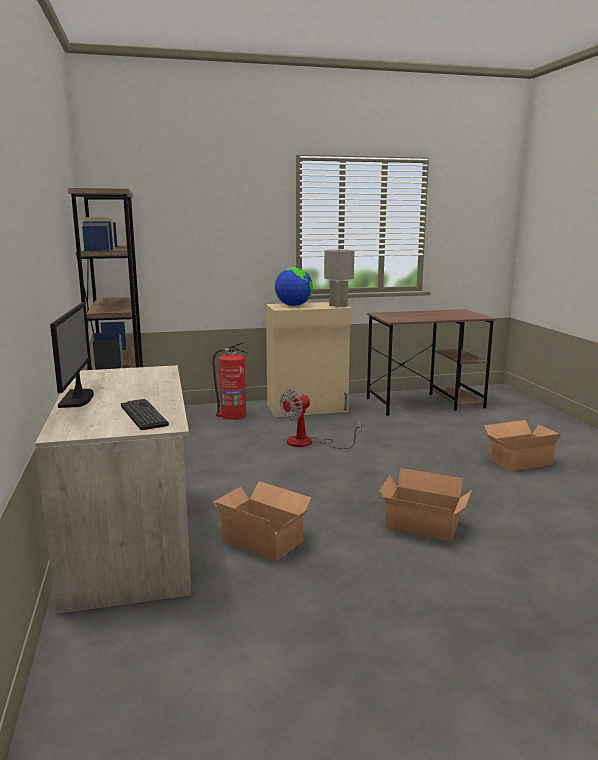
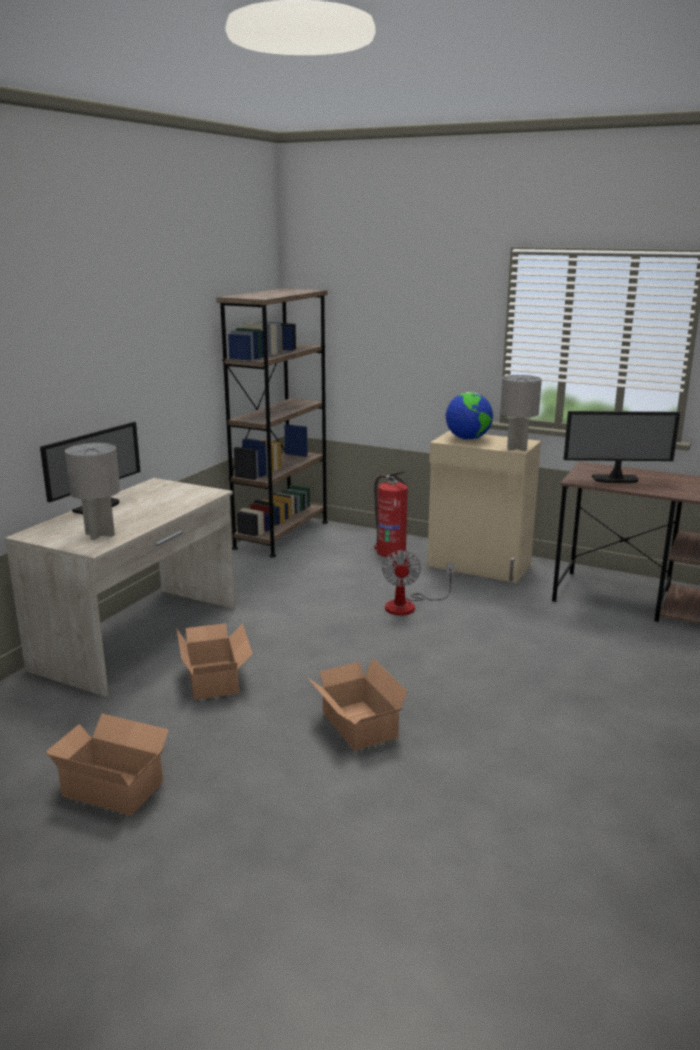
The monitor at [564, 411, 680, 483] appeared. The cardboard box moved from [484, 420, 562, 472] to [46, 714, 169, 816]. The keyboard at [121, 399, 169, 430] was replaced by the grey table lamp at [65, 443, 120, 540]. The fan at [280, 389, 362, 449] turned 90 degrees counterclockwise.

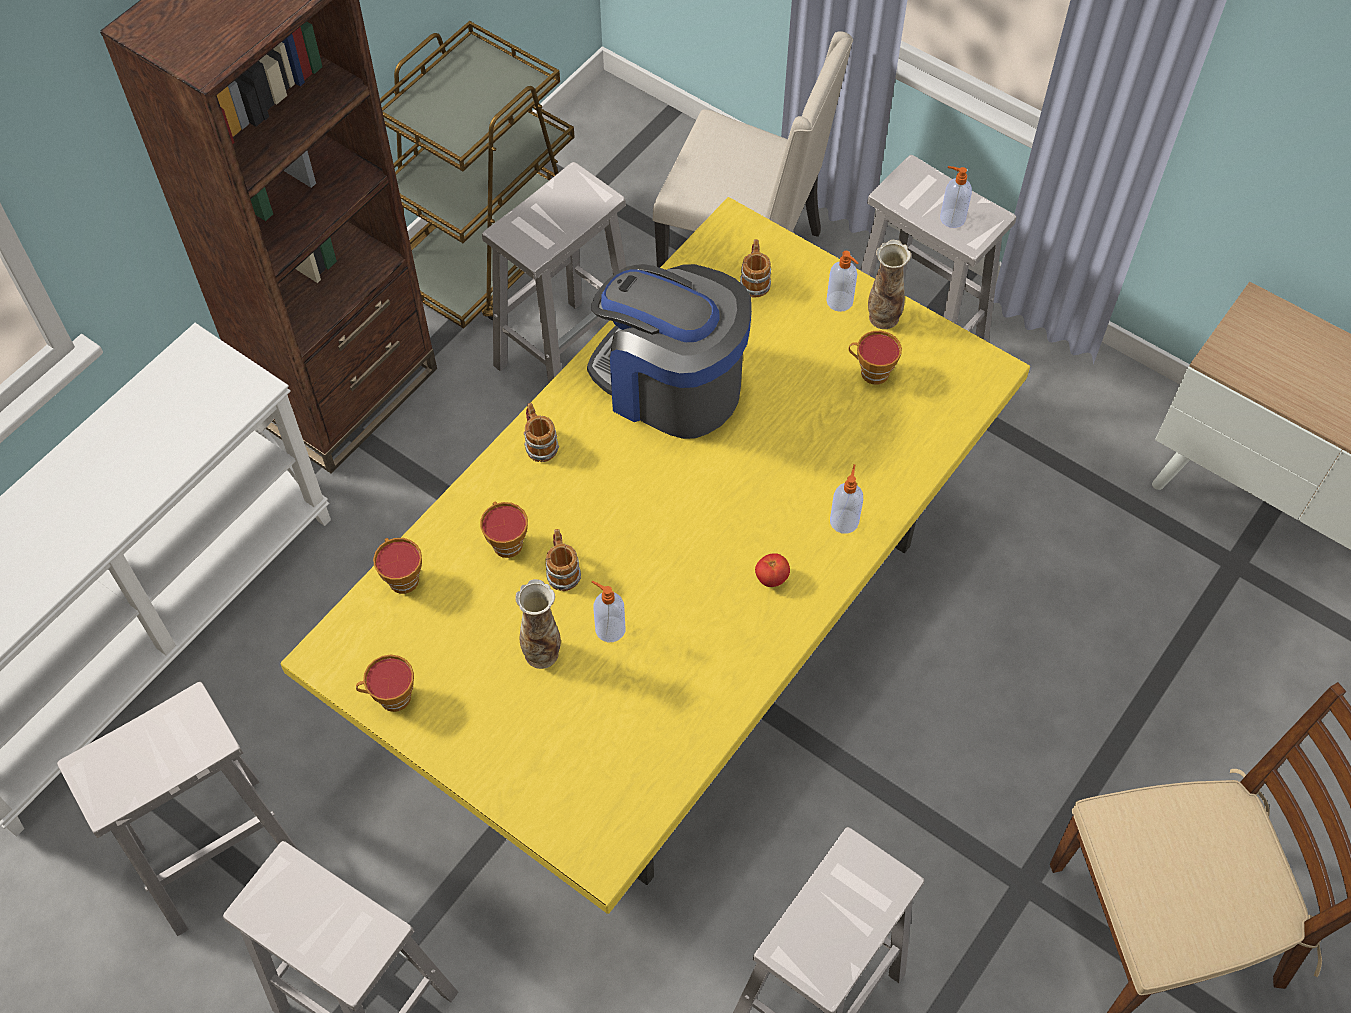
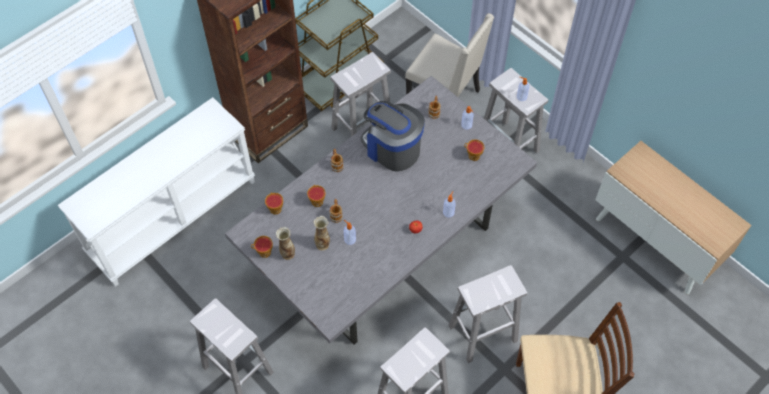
The white stool moved from [57, 682, 300, 936] to [448, 265, 527, 363]. The vase moved from [868, 240, 911, 329] to [276, 227, 295, 260]. The yellow dining table at [280, 197, 1030, 914] became the grey dining table at [225, 76, 537, 345].

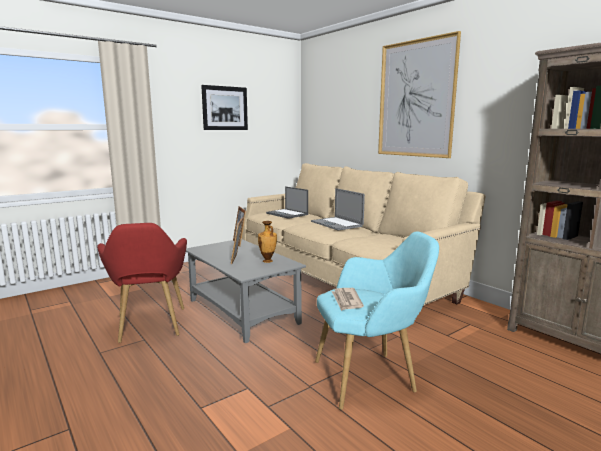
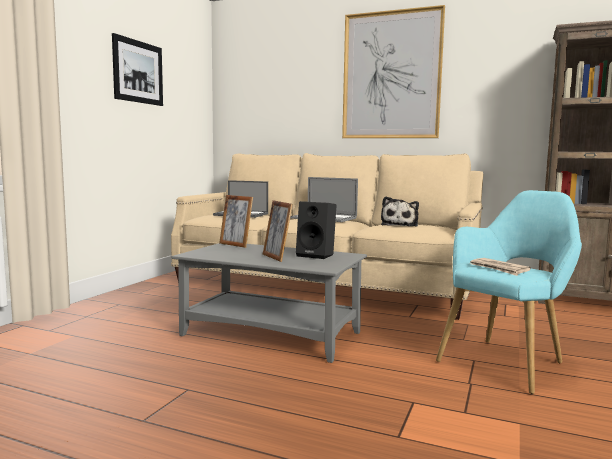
The red armchair at [97, 223, 187, 343] disappeared. The plush toy at [381, 196, 419, 227] appeared. The vase at [258, 221, 277, 263] was replaced by the black speaker at [296, 201, 337, 259].

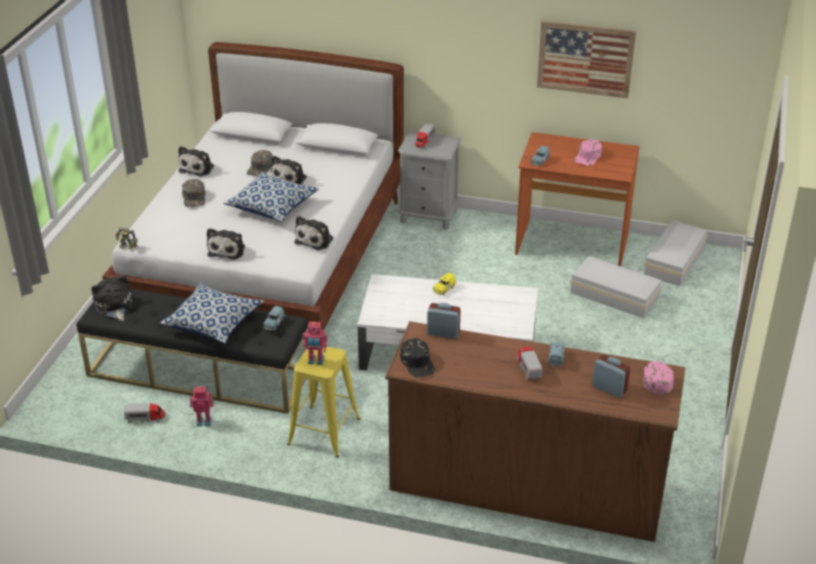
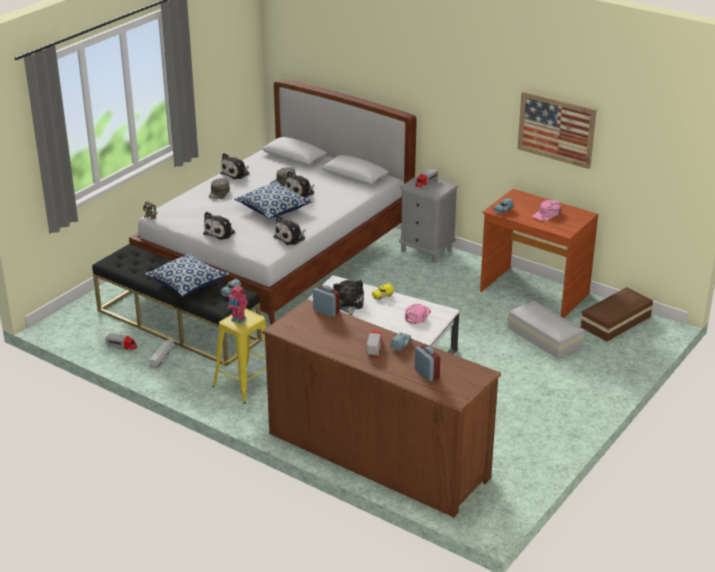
The black cap at [400, 338, 435, 377] disappeared. The plush toy moved from [91, 275, 133, 321] to [333, 280, 364, 316]. The pink cap moved from [643, 361, 674, 395] to [405, 304, 431, 324]. The toy robot at [190, 386, 214, 426] was replaced by the toy truck at [150, 339, 174, 369]. The white storage box at [644, 220, 708, 286] became the brown storage box at [581, 287, 653, 341].

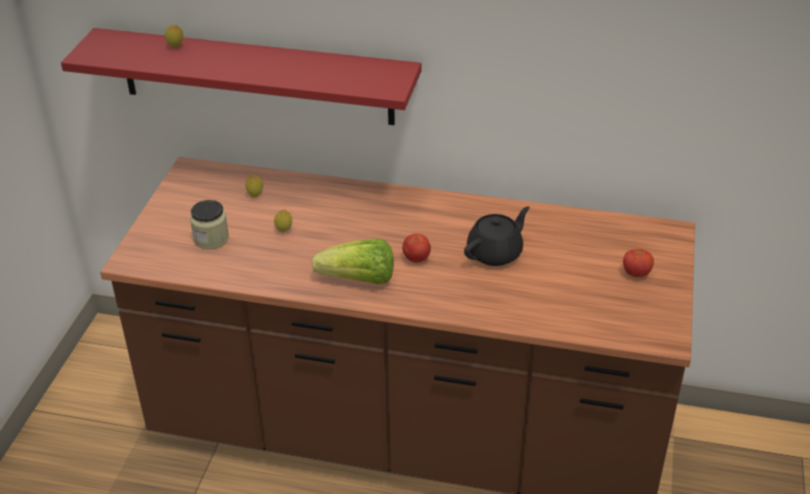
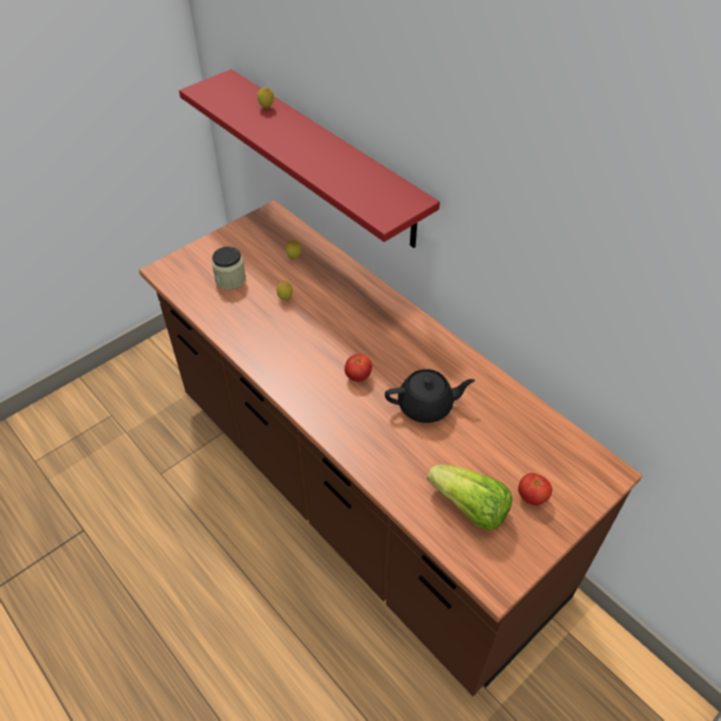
The lettuce moved from [312, 239, 393, 284] to [427, 465, 512, 530].

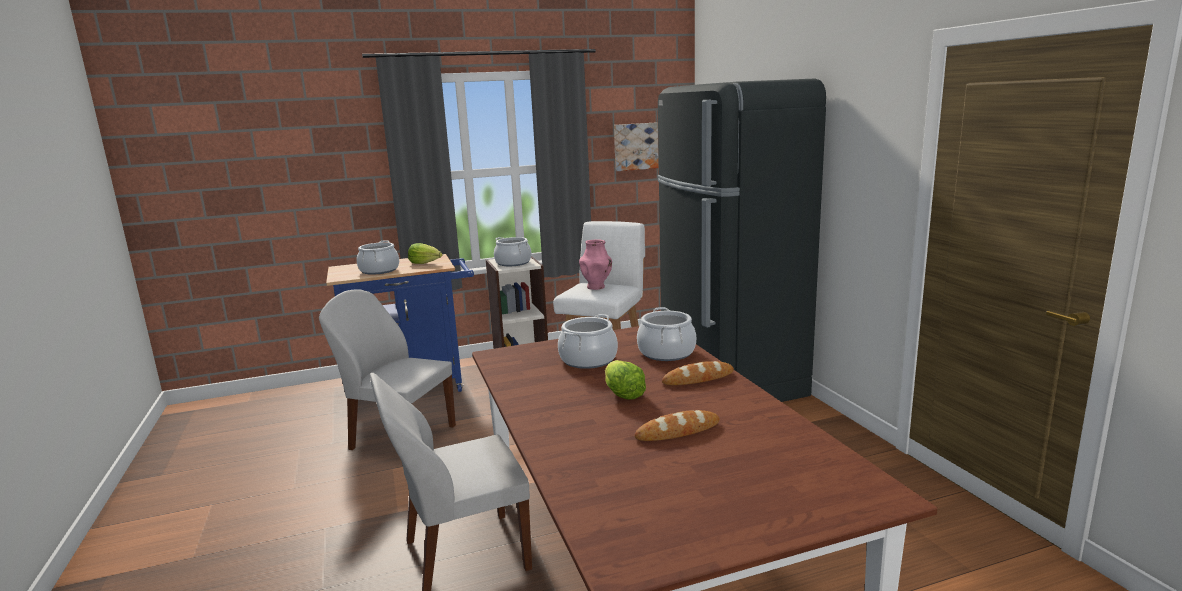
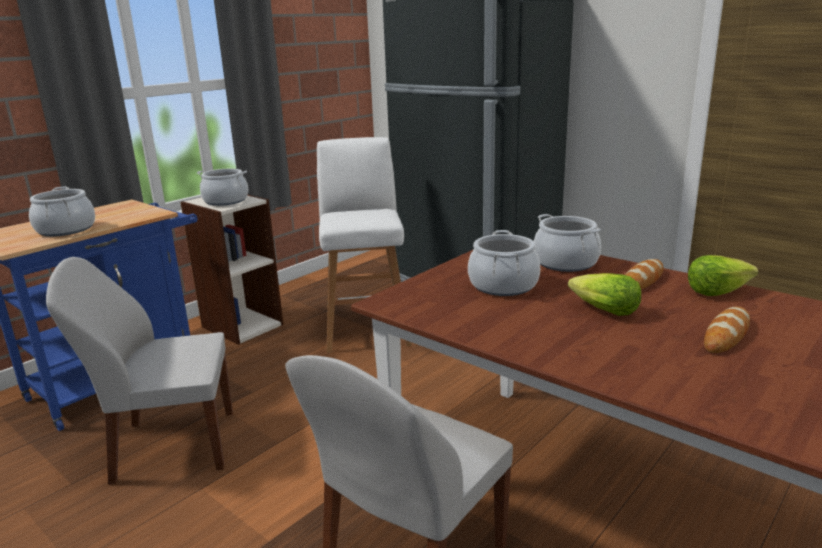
The pink vase at [579, 239, 612, 290] disappeared. The picture at [614, 123, 658, 171] disappeared. The lettuce moved from [408, 243, 442, 264] to [688, 255, 758, 296].

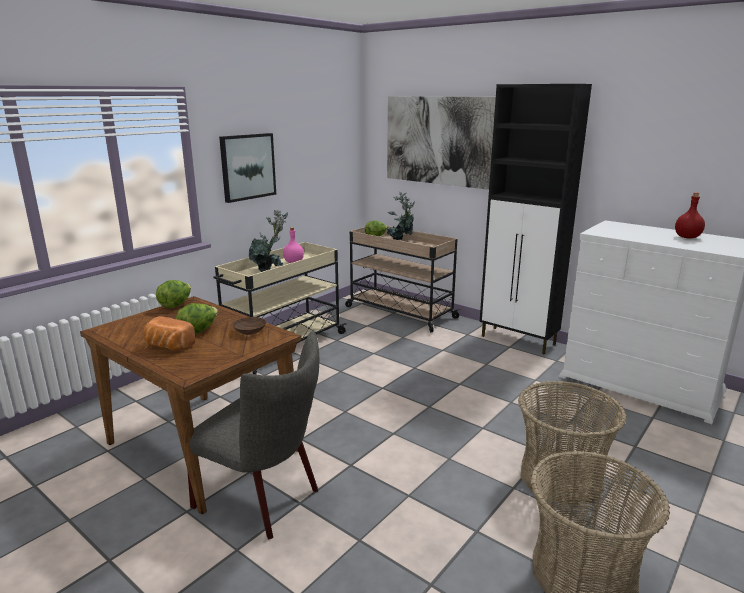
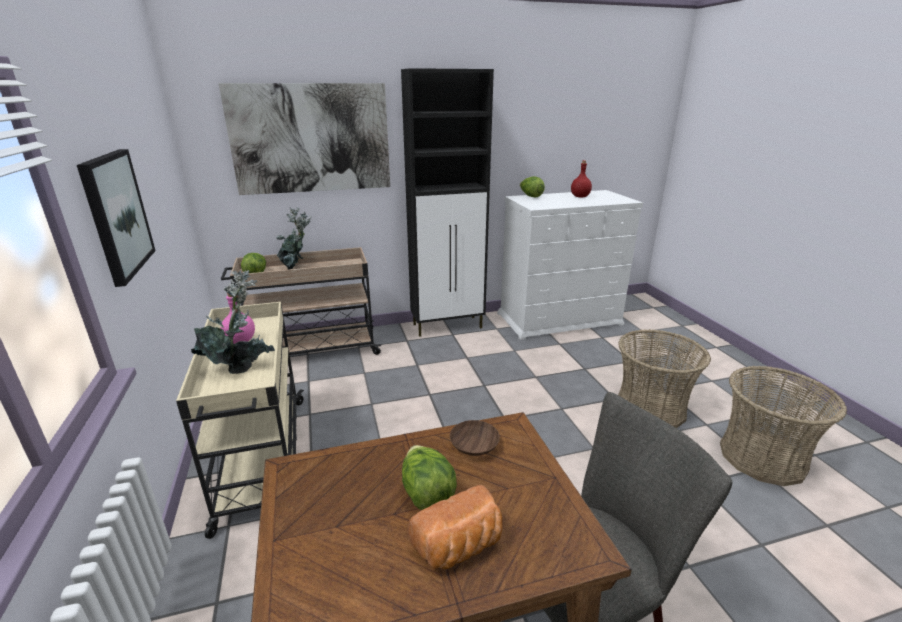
The lettuce moved from [156, 280, 191, 308] to [520, 176, 545, 197].

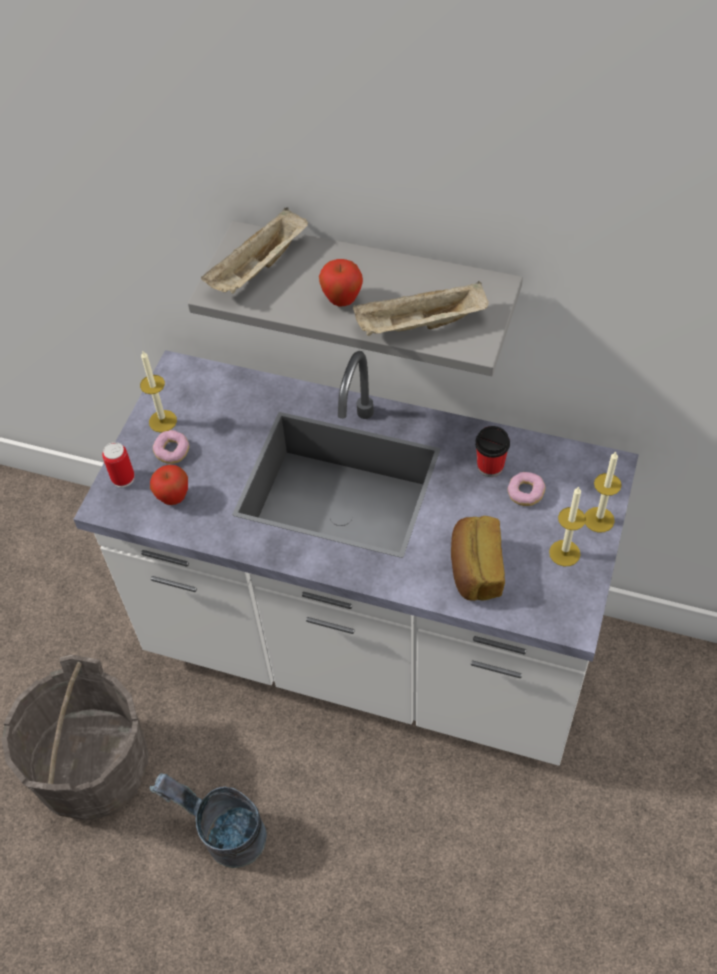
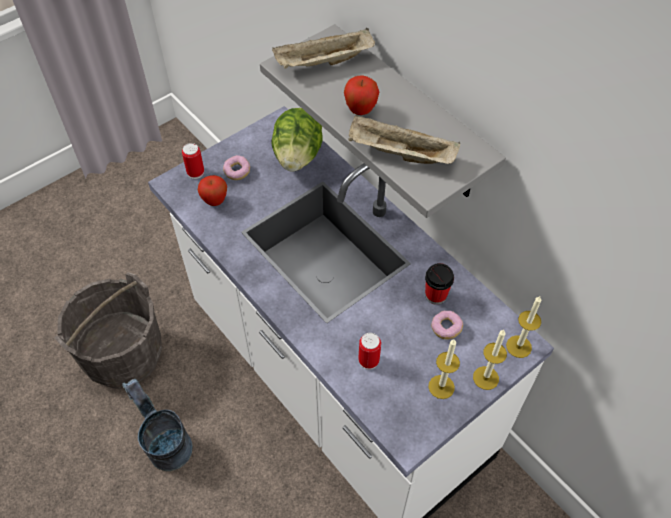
The lettuce at [272, 108, 323, 172] appeared. The candle moved from [140, 351, 177, 433] to [506, 296, 541, 358]. The bread at [451, 516, 505, 601] was replaced by the can at [358, 333, 381, 370].

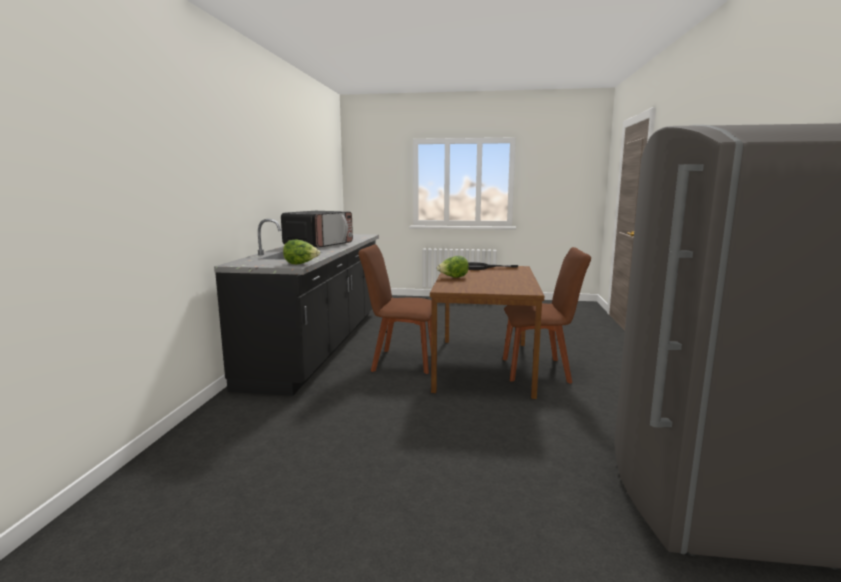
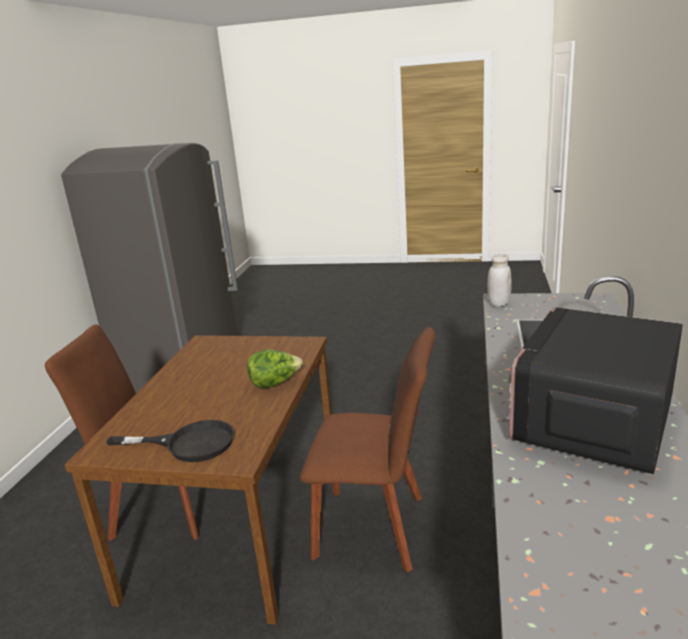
The lettuce at [283, 240, 320, 264] was replaced by the white jar at [487, 254, 512, 307].

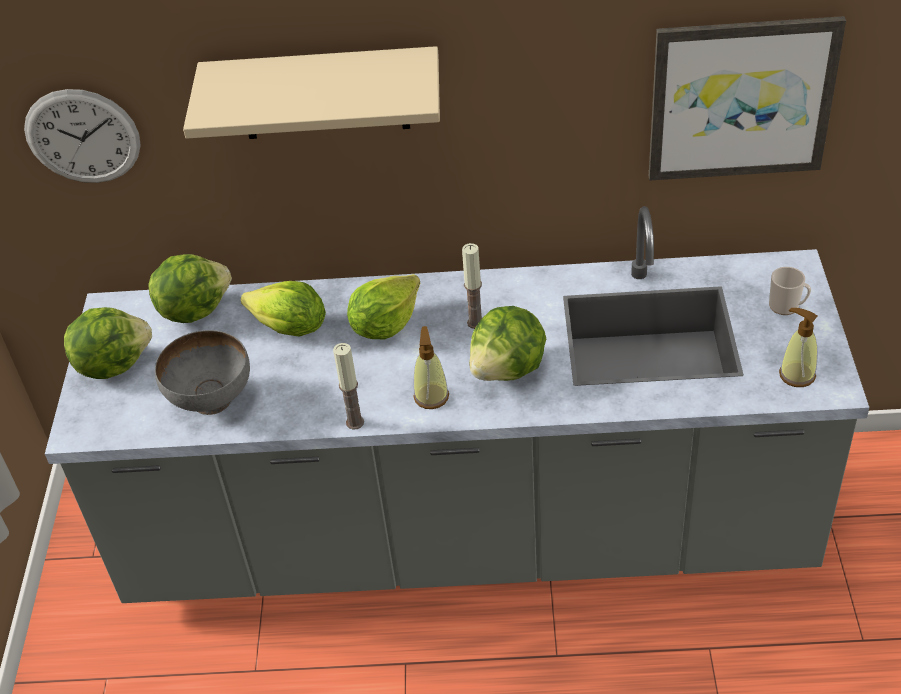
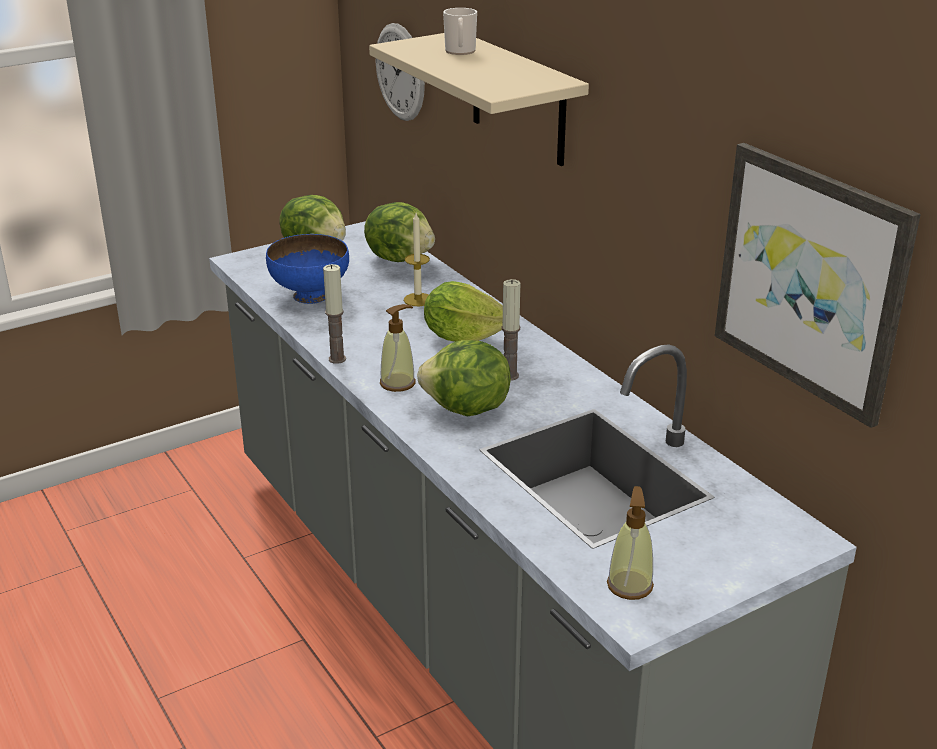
The mug moved from [769, 267, 811, 315] to [443, 8, 477, 55]. The lettuce at [241, 281, 326, 337] was replaced by the candle at [404, 213, 430, 306]. The grey bowl at [155, 330, 250, 415] became the blue bowl at [266, 234, 349, 304].

